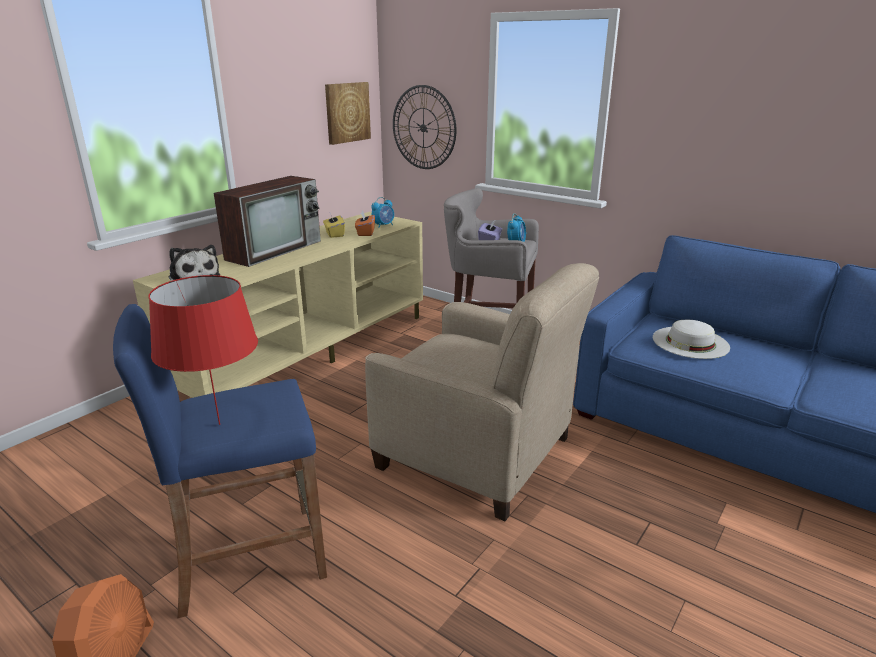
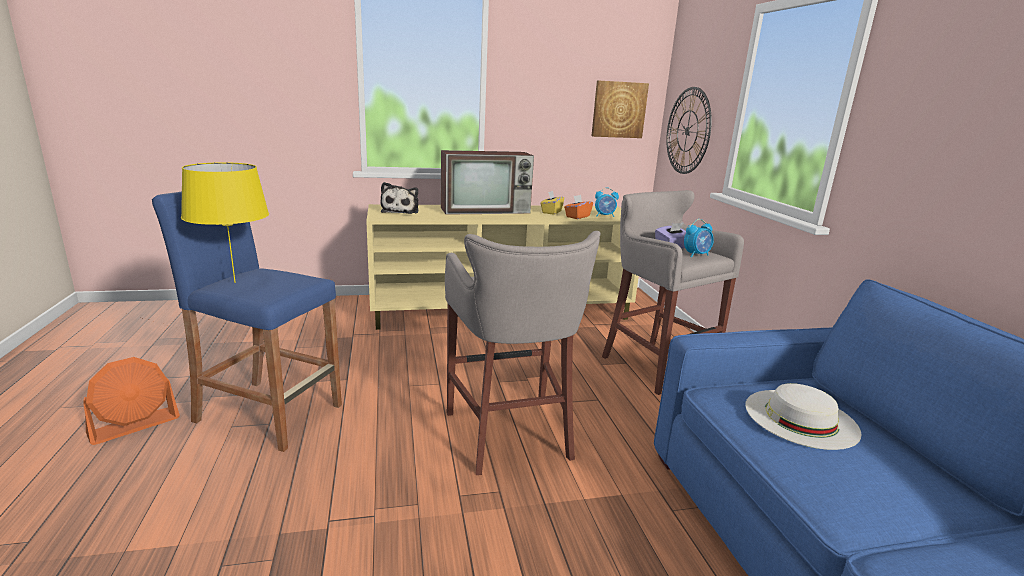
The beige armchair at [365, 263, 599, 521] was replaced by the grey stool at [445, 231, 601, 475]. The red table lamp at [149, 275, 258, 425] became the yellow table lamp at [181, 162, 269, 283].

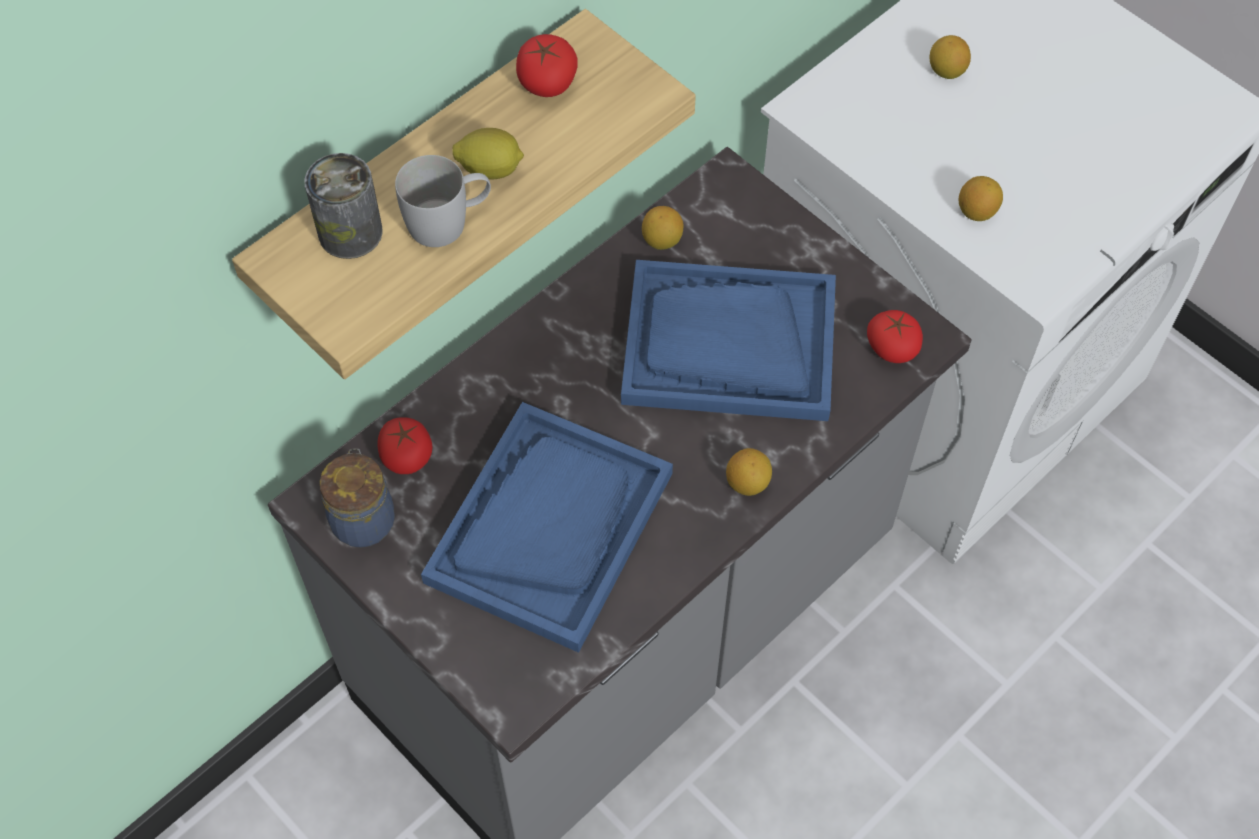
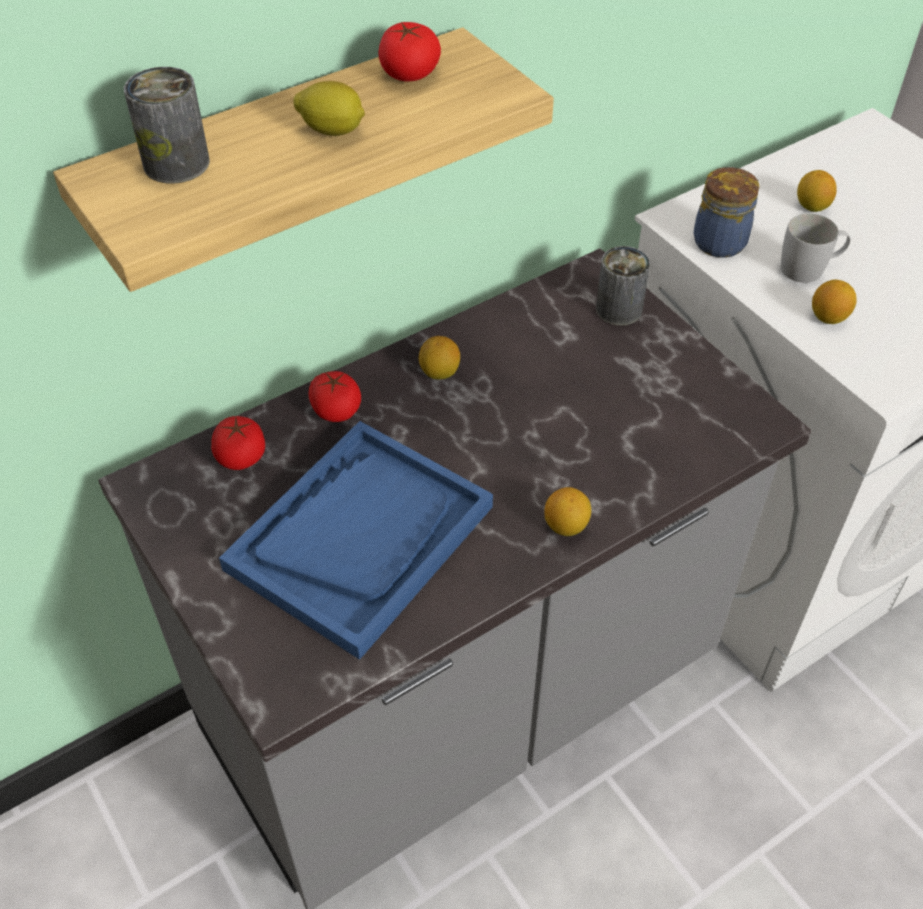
The blue tray at [621, 260, 836, 421] disappeared. The can at [596, 246, 650, 326] appeared. The jar moved from [320, 448, 395, 548] to [694, 167, 760, 258]. The white mug moved from [395, 155, 491, 247] to [781, 213, 850, 283]. The lemon moved from [642, 206, 684, 250] to [419, 336, 460, 379]. The tomato moved from [867, 310, 923, 363] to [308, 371, 361, 422].

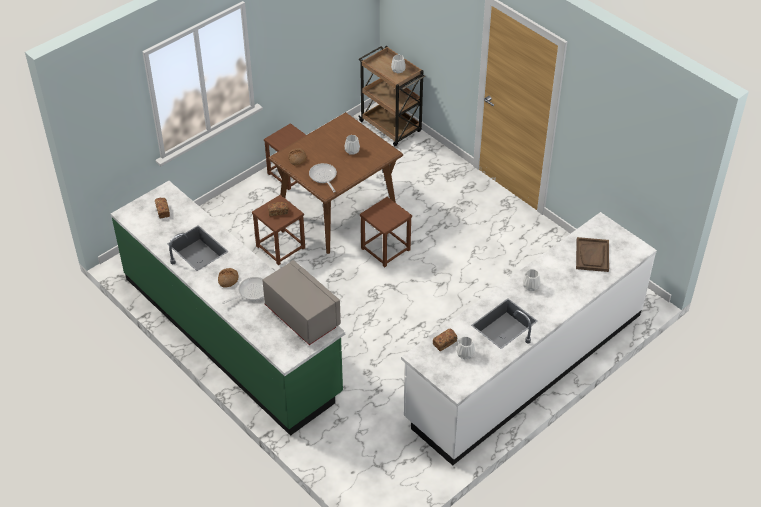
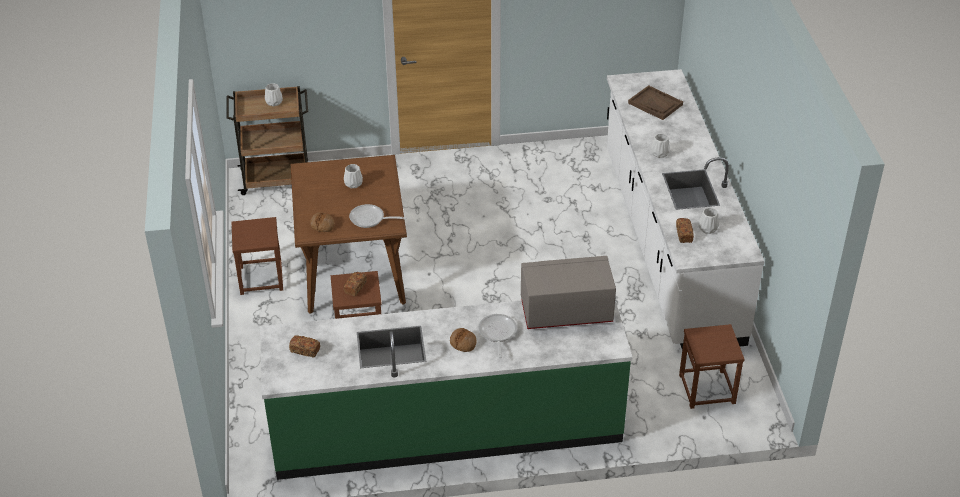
The brown stool moved from [360, 197, 412, 267] to [679, 324, 745, 409].

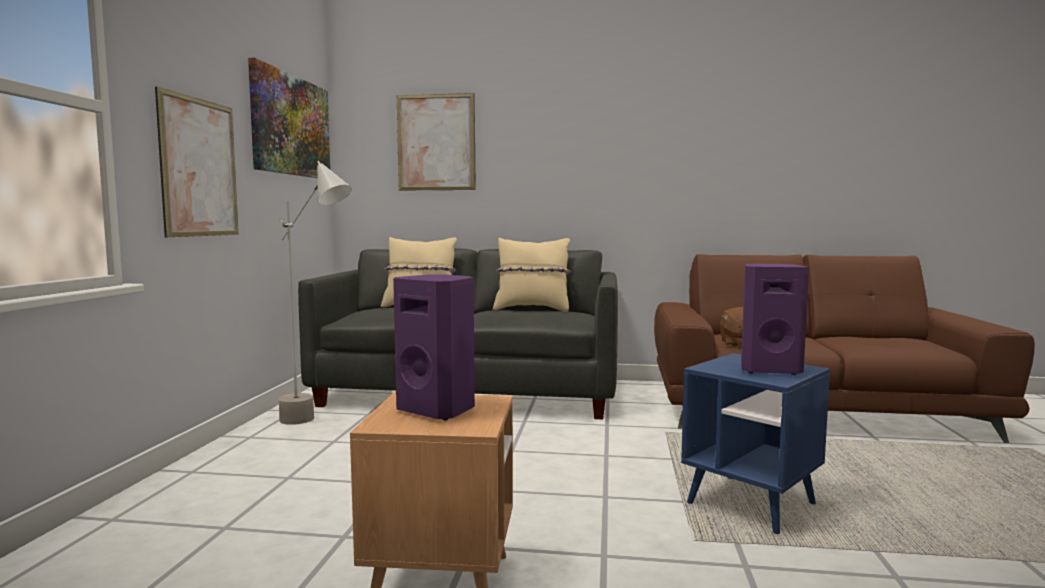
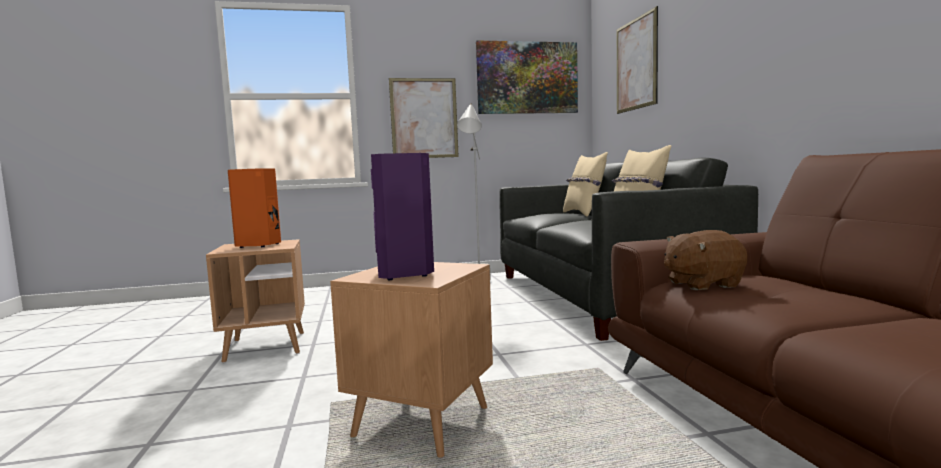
The purple speaker at [393, 275, 475, 420] became the orange speaker at [228, 168, 281, 248]. The blue side table at [681, 353, 830, 534] became the brown side table at [330, 262, 493, 458].

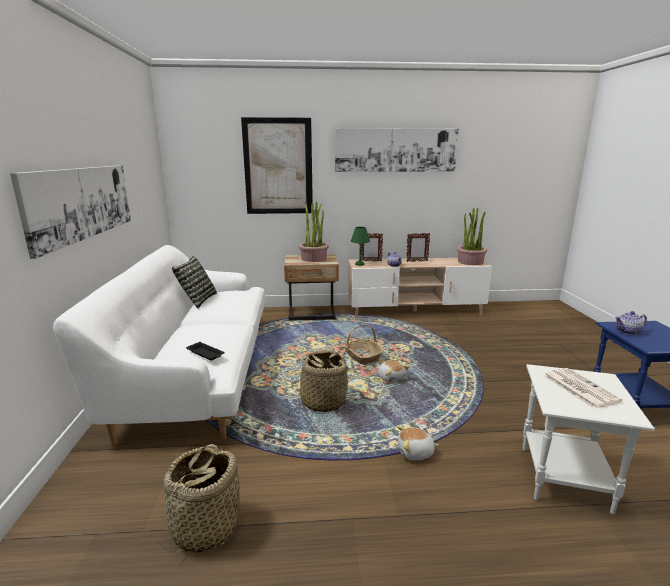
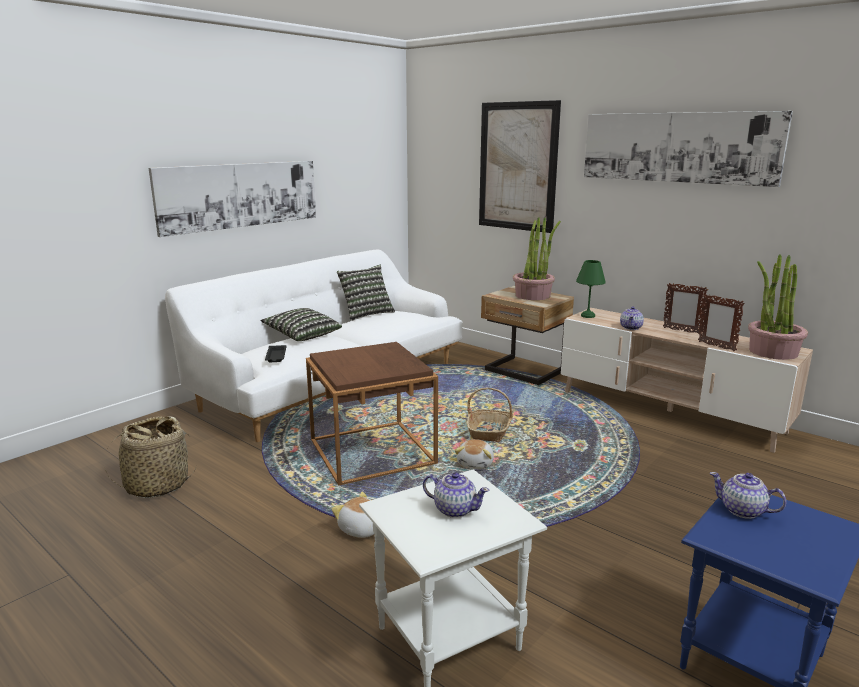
The pillow at [261, 308, 342, 341] appeared. The picture frame moved from [359, 233, 383, 262] to [698, 294, 745, 351]. The basket at [291, 350, 352, 412] was replaced by the brown side table at [306, 342, 438, 486]. The newspaper at [543, 368, 622, 409] was replaced by the teapot at [423, 472, 489, 518].

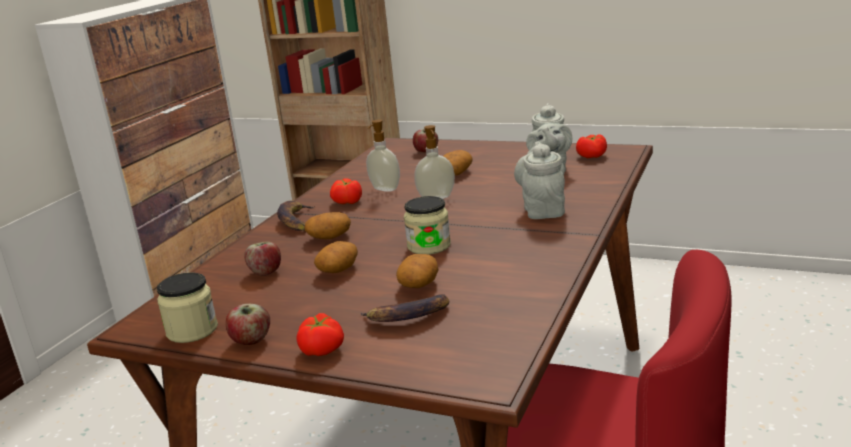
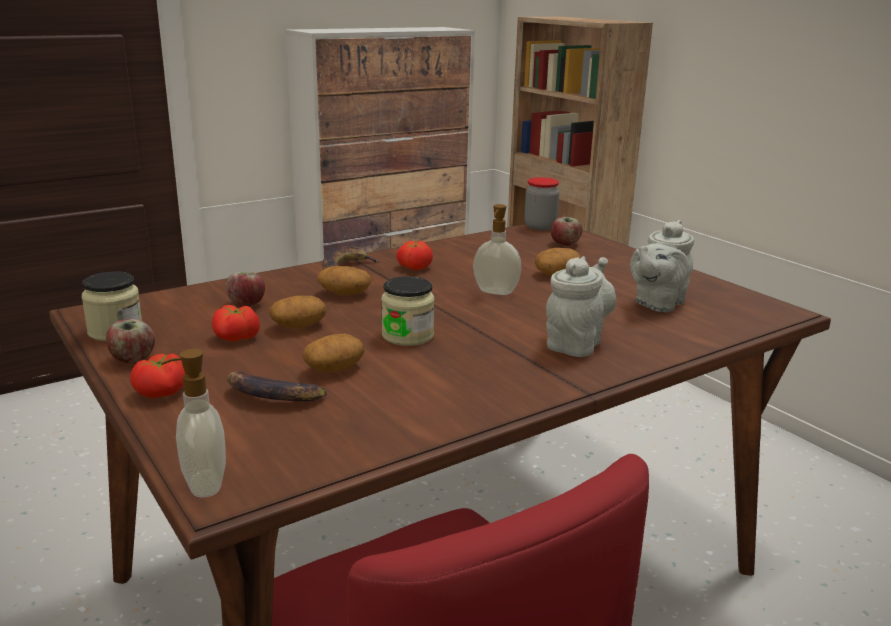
The jar at [524, 177, 560, 231] appeared. The soap dispenser moved from [366, 120, 400, 192] to [161, 349, 226, 498]. The tomato moved from [576, 134, 607, 158] to [212, 305, 260, 342].

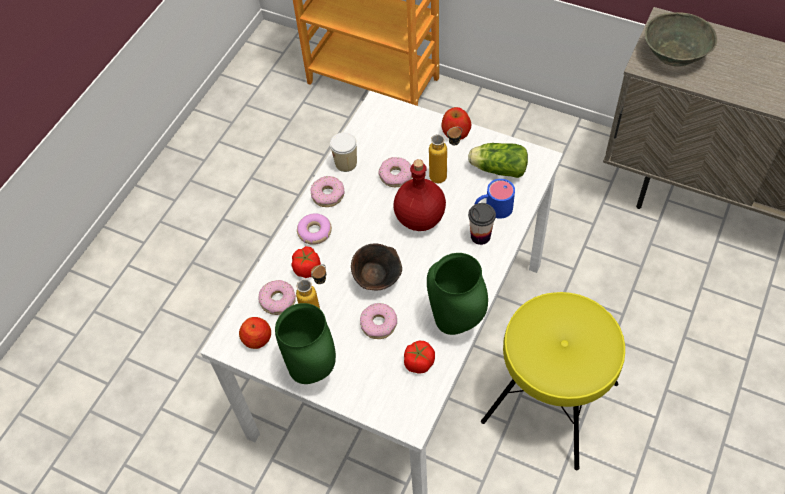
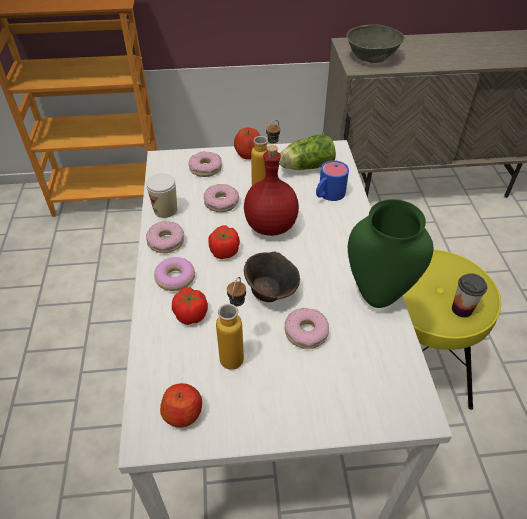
The green vase at [275, 303, 336, 384] disappeared. The donut moved from [258, 280, 296, 315] to [188, 151, 222, 177]. The tomato moved from [404, 341, 435, 374] to [209, 226, 240, 259]. The cup moved from [468, 203, 496, 245] to [452, 273, 487, 318].

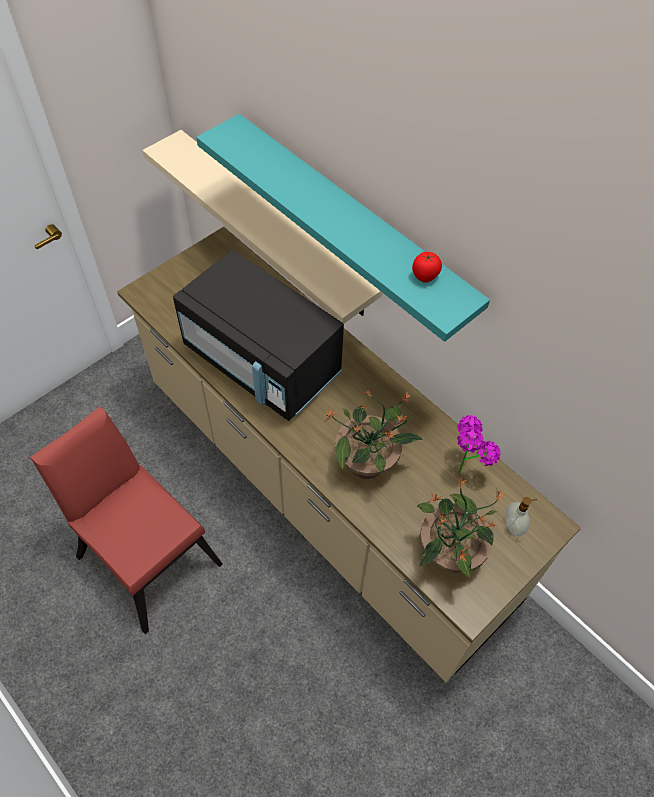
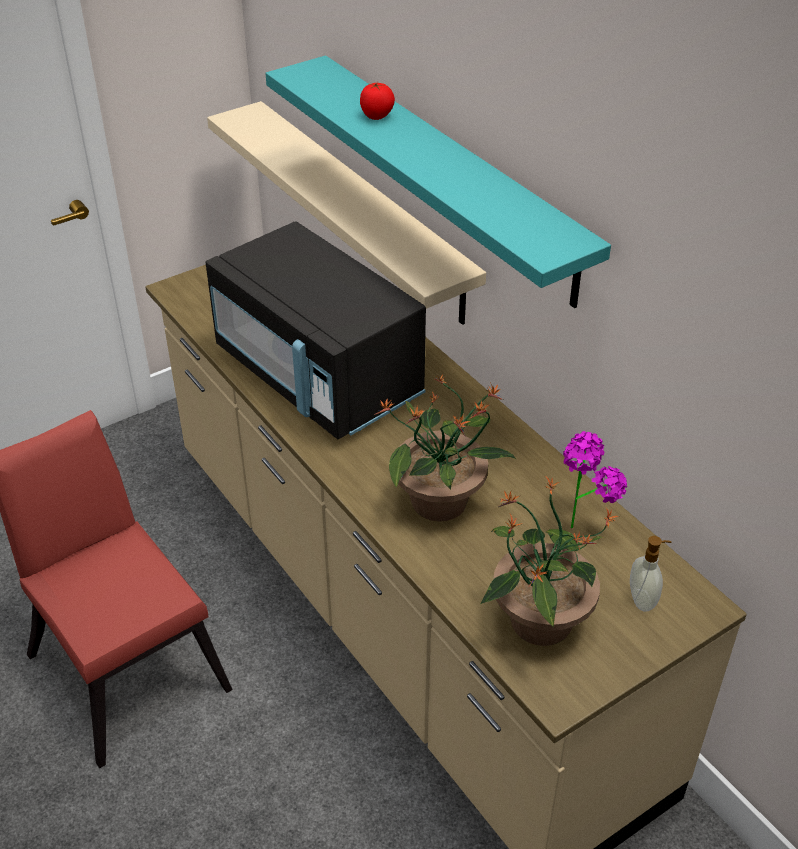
The tomato moved from [412, 252, 442, 283] to [360, 82, 395, 120].

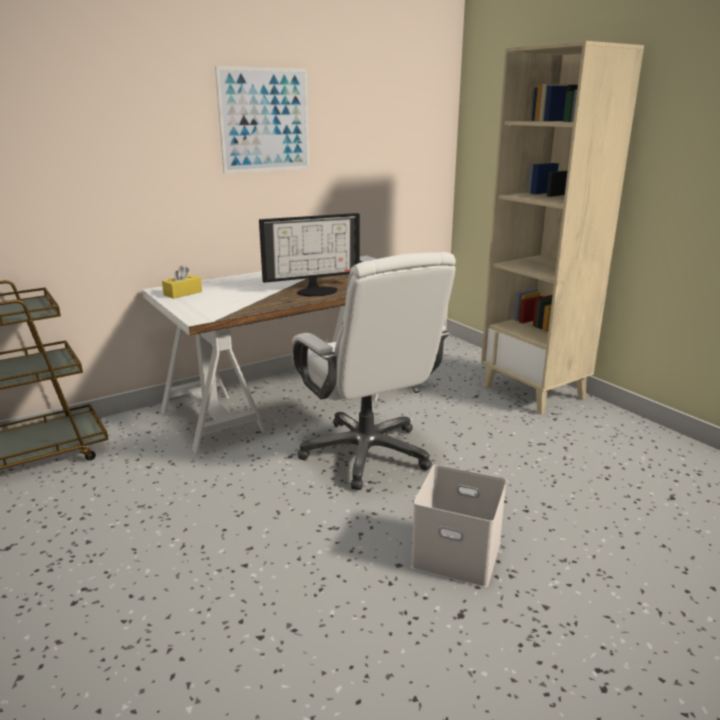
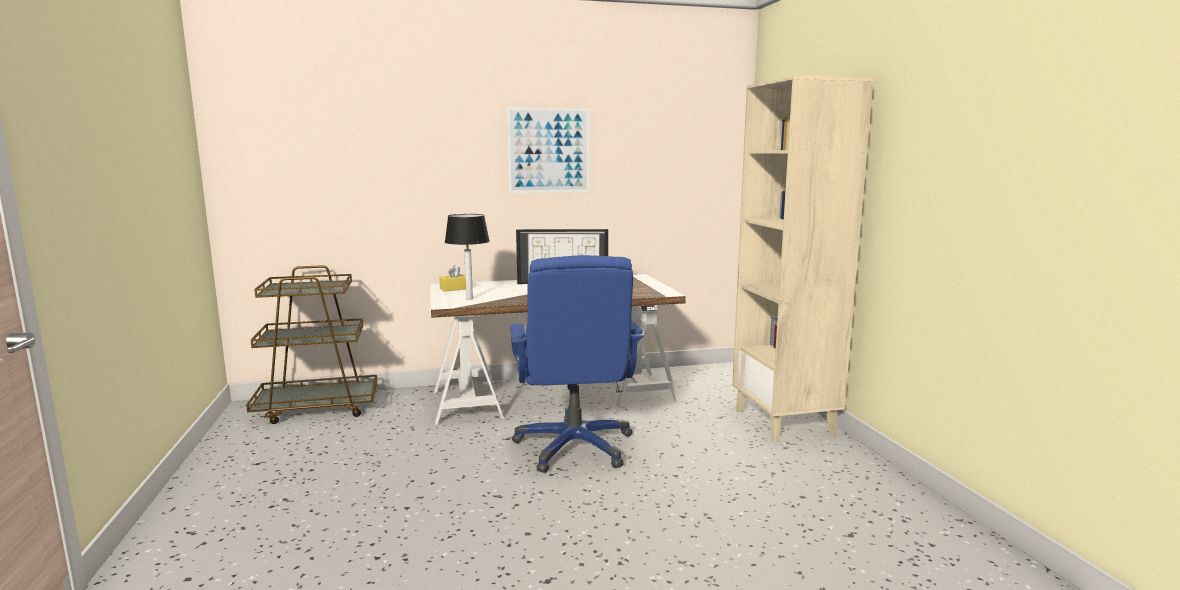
The white storage box at [411, 465, 507, 588] disappeared. The table lamp at [445, 214, 490, 300] appeared. The white office chair at [292, 252, 456, 490] became the blue office chair at [510, 255, 644, 473].

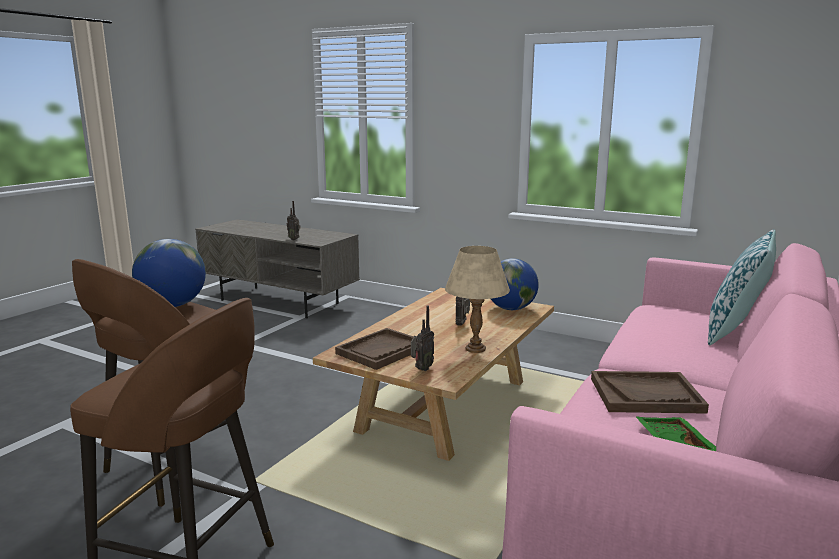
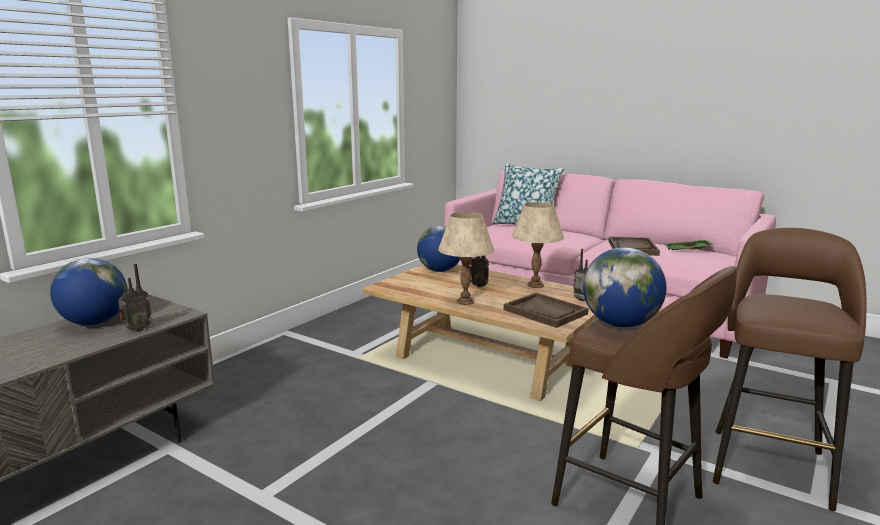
The globe at [50, 258, 128, 325] appeared. The beige table lamp at [438, 212, 494, 305] appeared.

